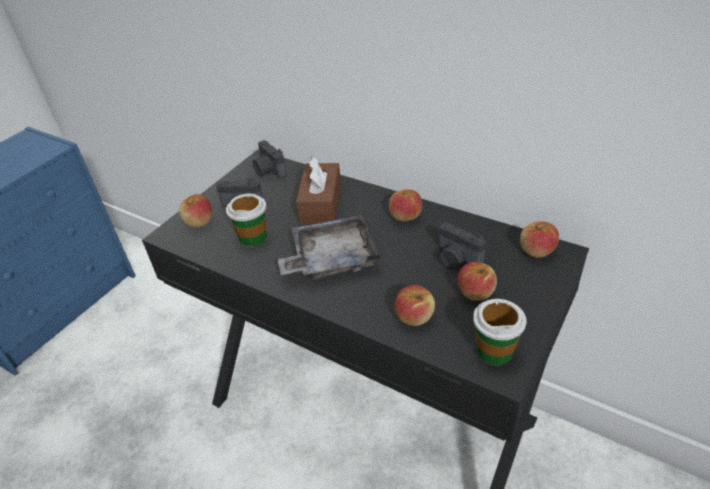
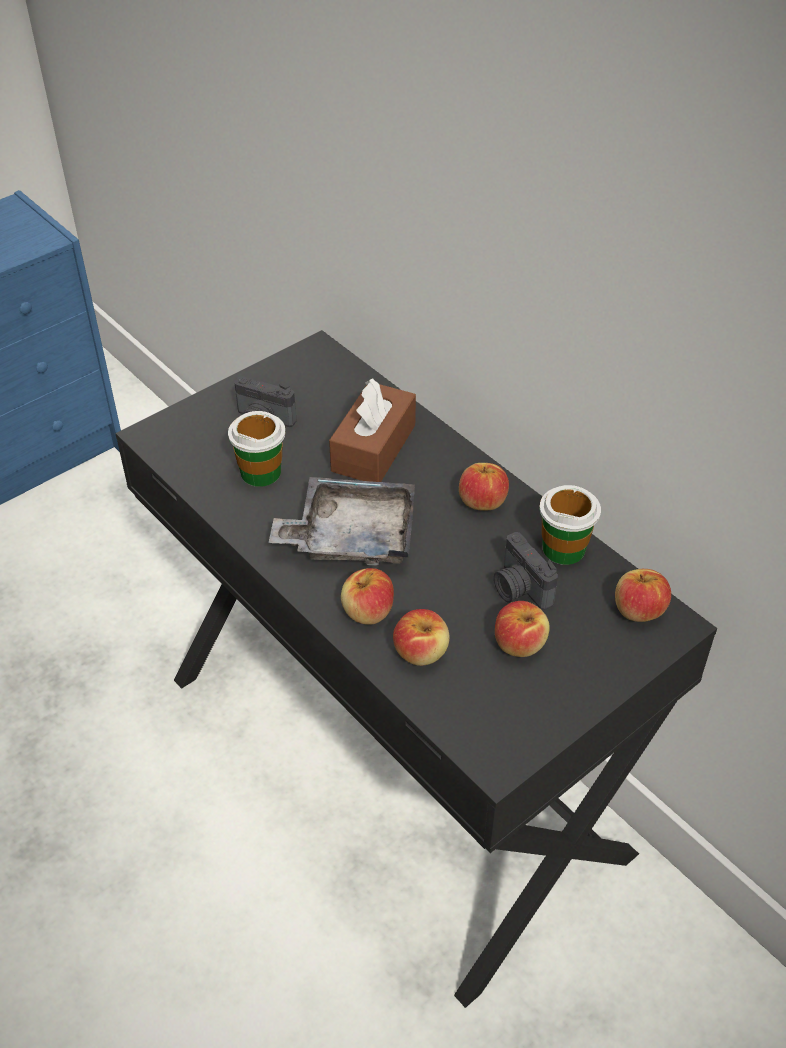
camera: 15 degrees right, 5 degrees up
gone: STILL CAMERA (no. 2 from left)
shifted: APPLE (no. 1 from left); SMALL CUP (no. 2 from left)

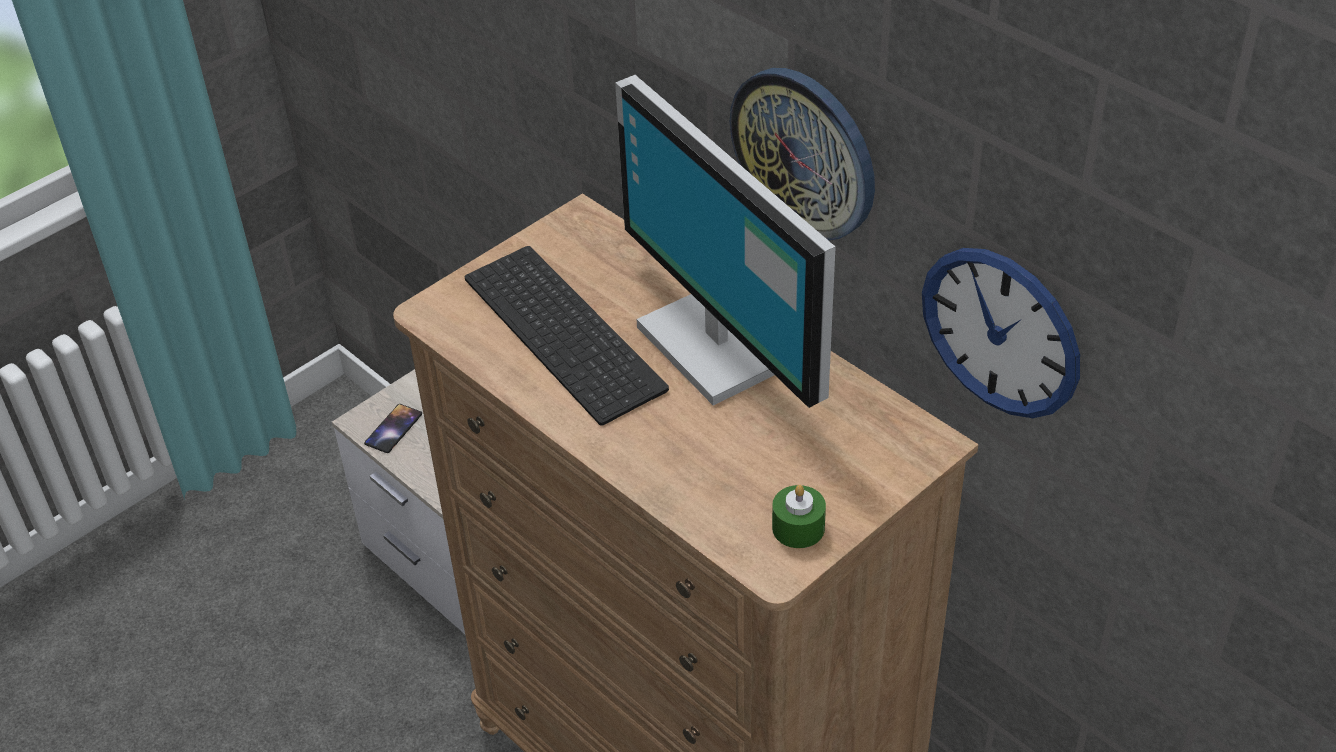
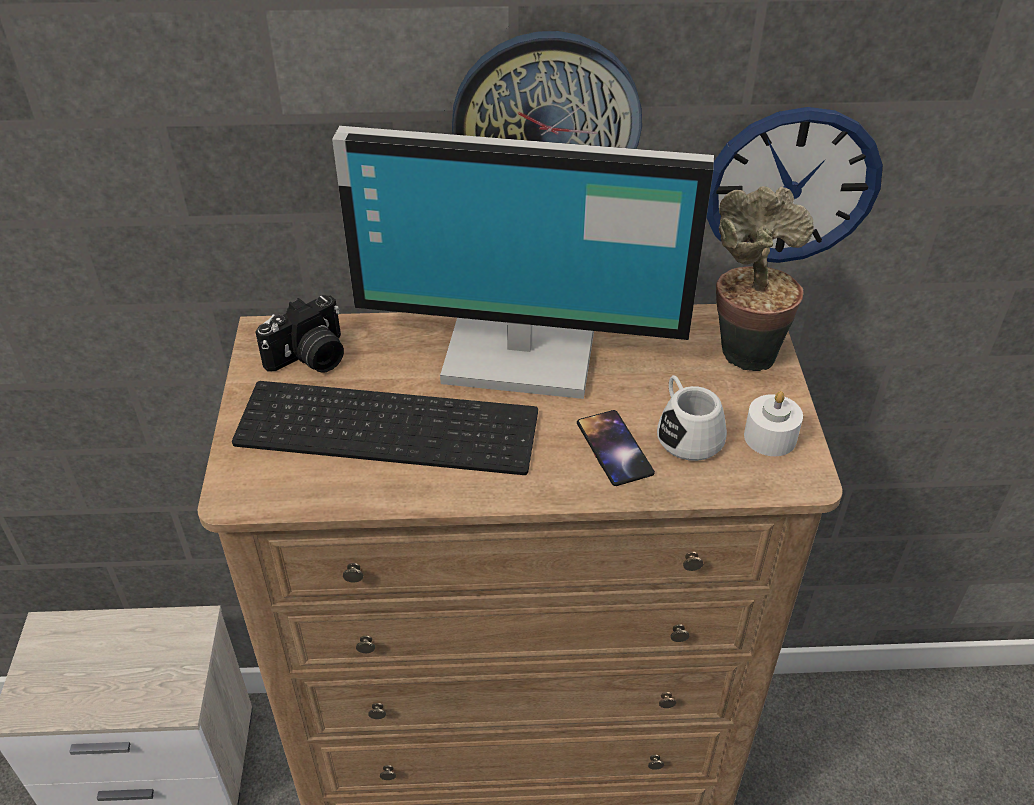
camera: 50 degrees left, 0 degrees up
new: STILL CAMERA; WHITISH COFFEE MUG; POTTED PLANT
shifted: TELEPHONE
repainted: GREEN-COLOURED WAX LIGHT to WHITISH WAX LIGHT

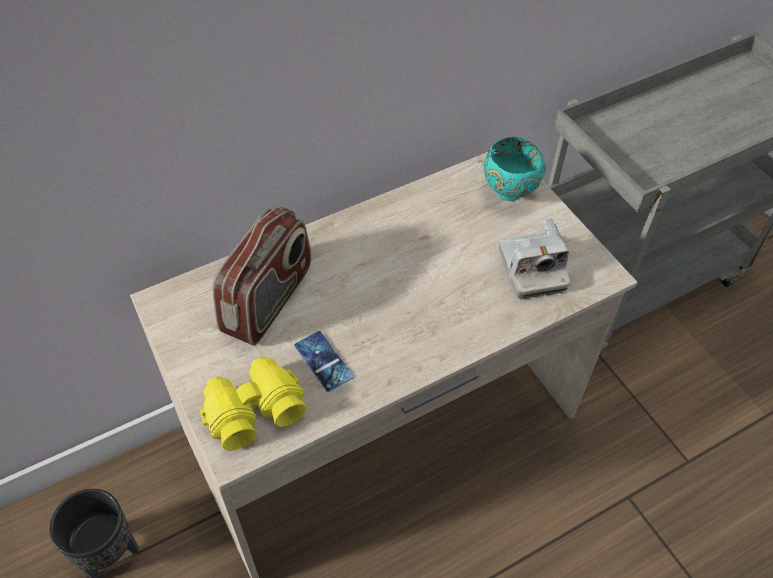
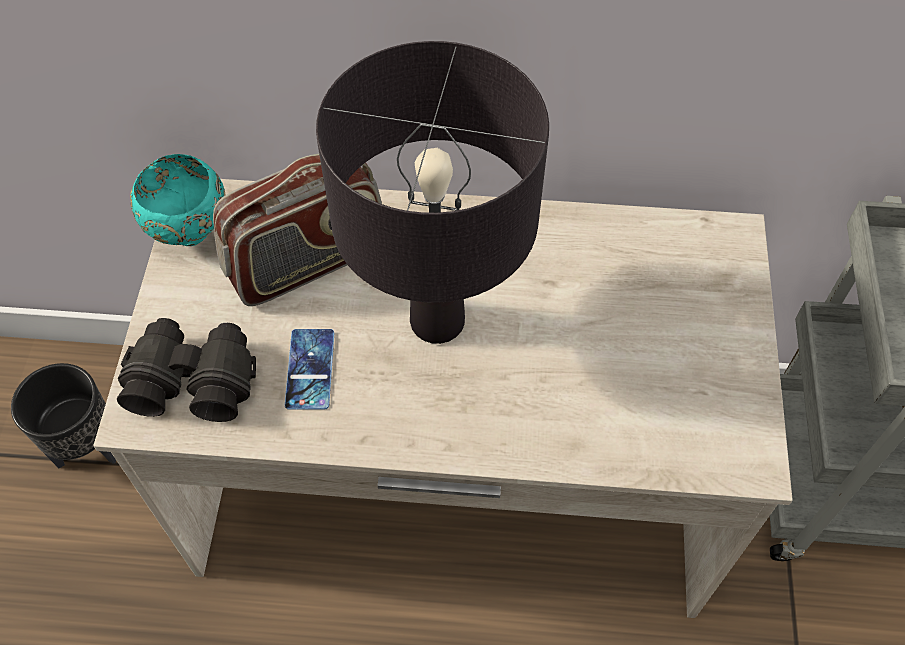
camera: 35 degrees right, 5 degrees up
gone: STILL CAMERA
new: BLACK TABLE LAMP
shifted: BLUE-GREEN SERVING BOWL
repainted: YELLOWISH PAIR OF BINOCULARS to BLACK PAIR OF BINOCULARS

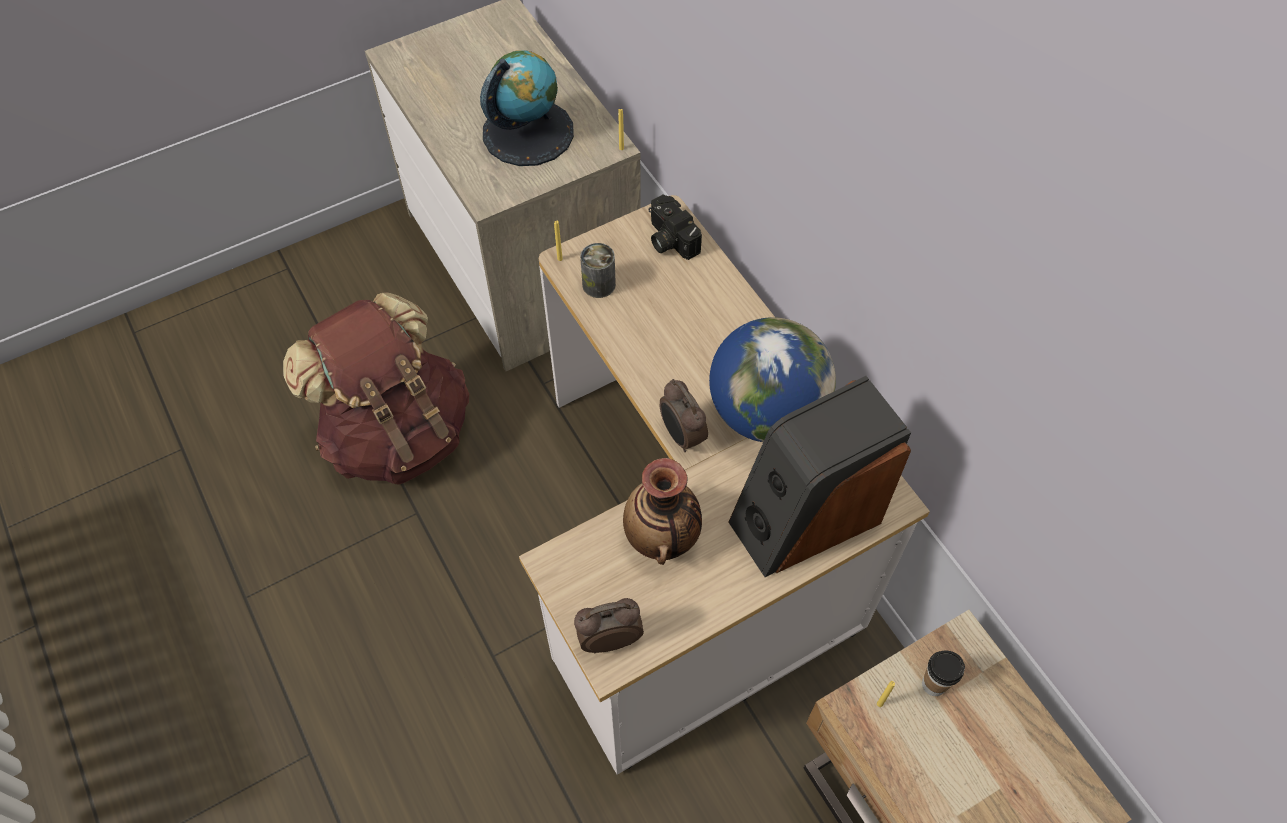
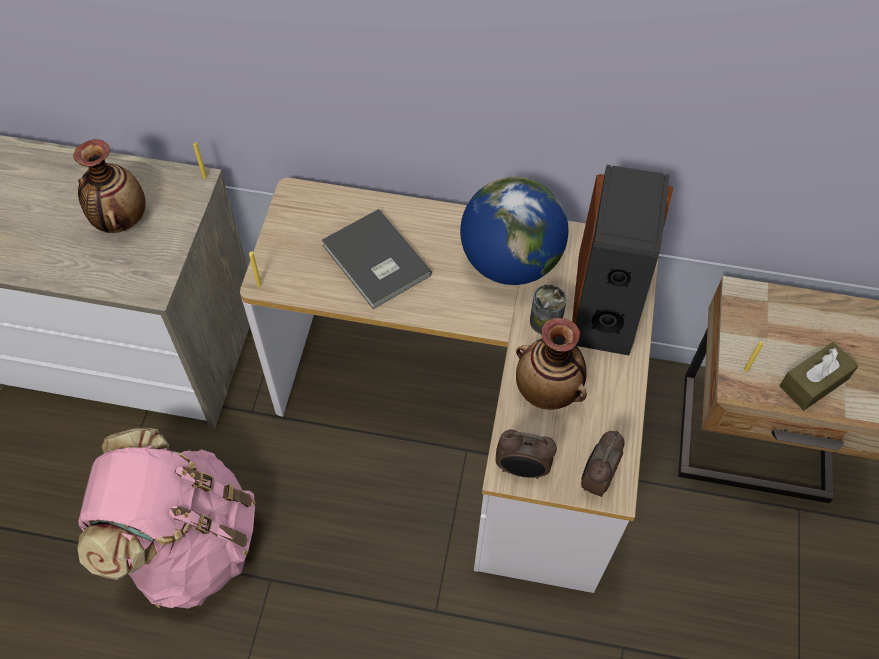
camera: 50 degrees left, 0 degrees up
gone: STILL CAMERA; SMALL CUP
new: GREYISH BOOK; BROWNISH BOX OF TISSUES
shifted: CAN; BEDSIDE CLOCK (no. 2 from left in the first image) to BEDSIDE CLOCK (no. 1 from left)
swapped: WORLD GLOBE (no. 1 from left) to DECORATIVE VASE (no. 1 from left)
repainted: BROWNISH KNAPSACK to PINK-COLOURED KNAPSACK

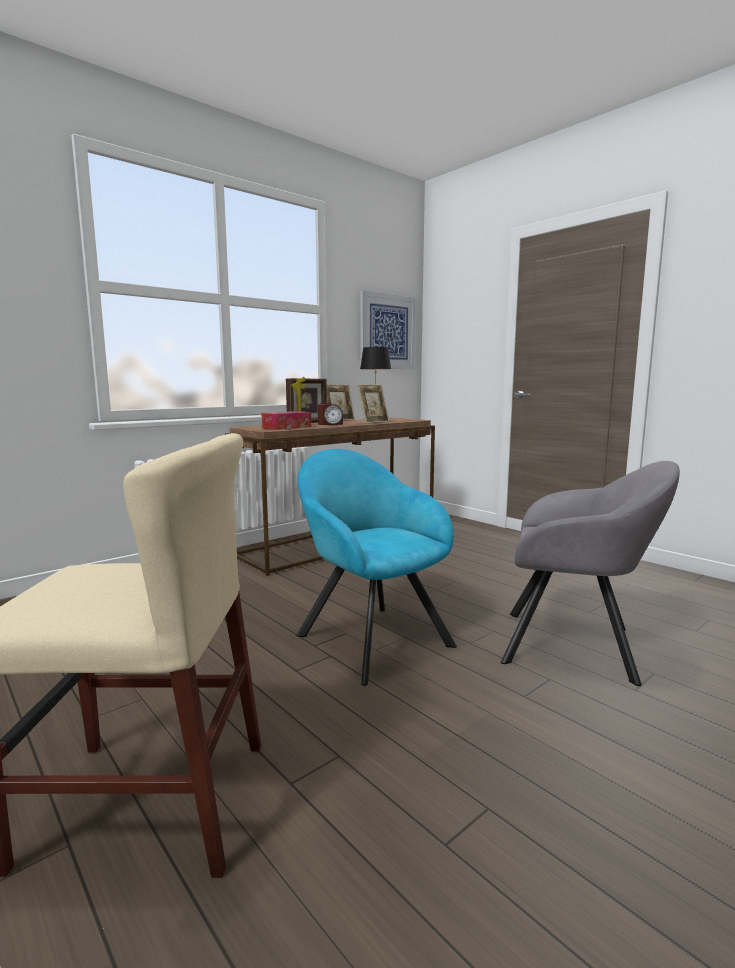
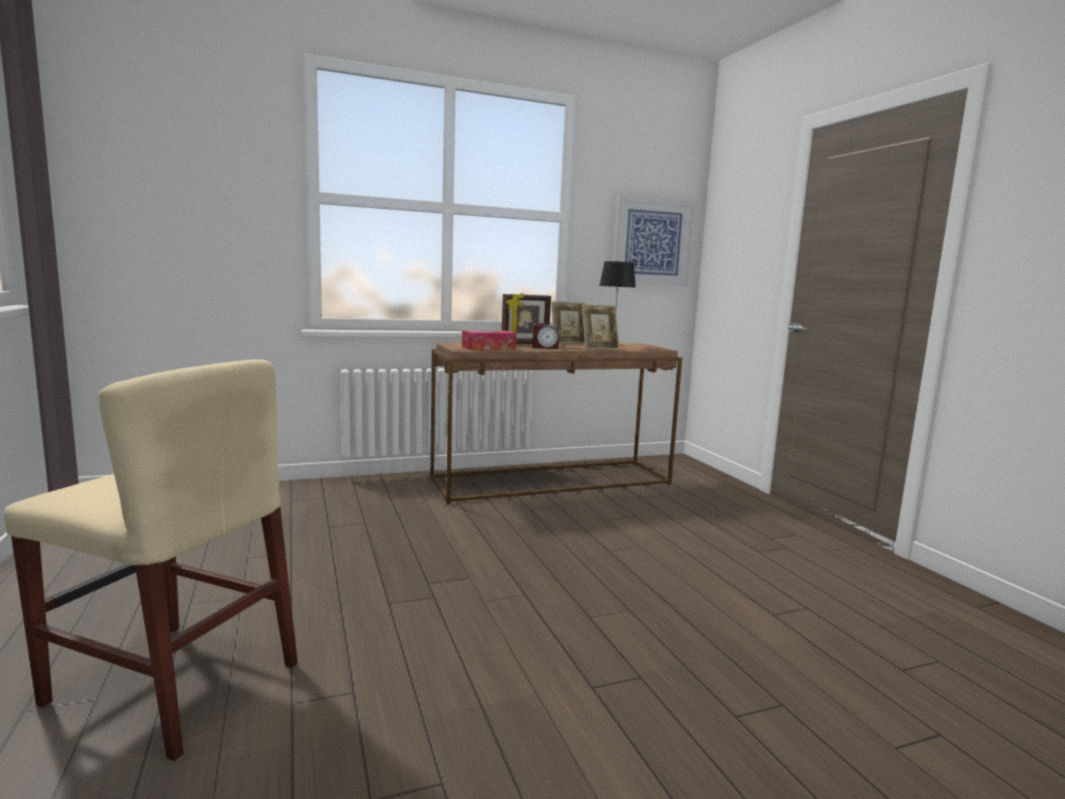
camera: 20 degrees right, 0 degrees up
gone: BLUE-GREEN ARMCHAIR; GREYISH ARMCHAIR

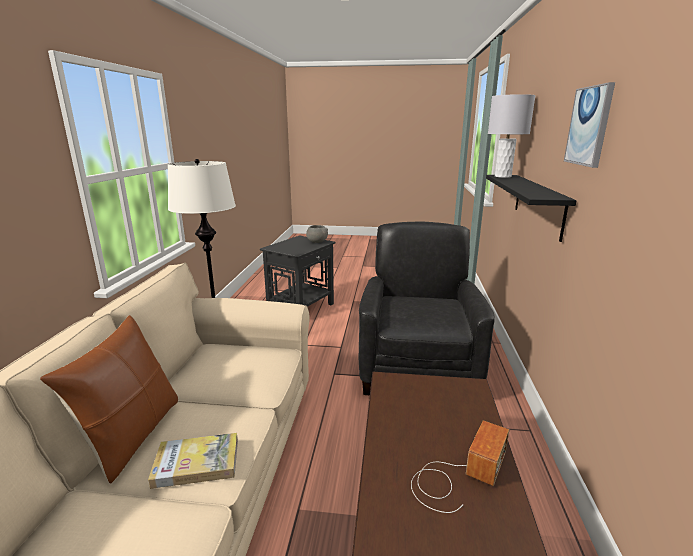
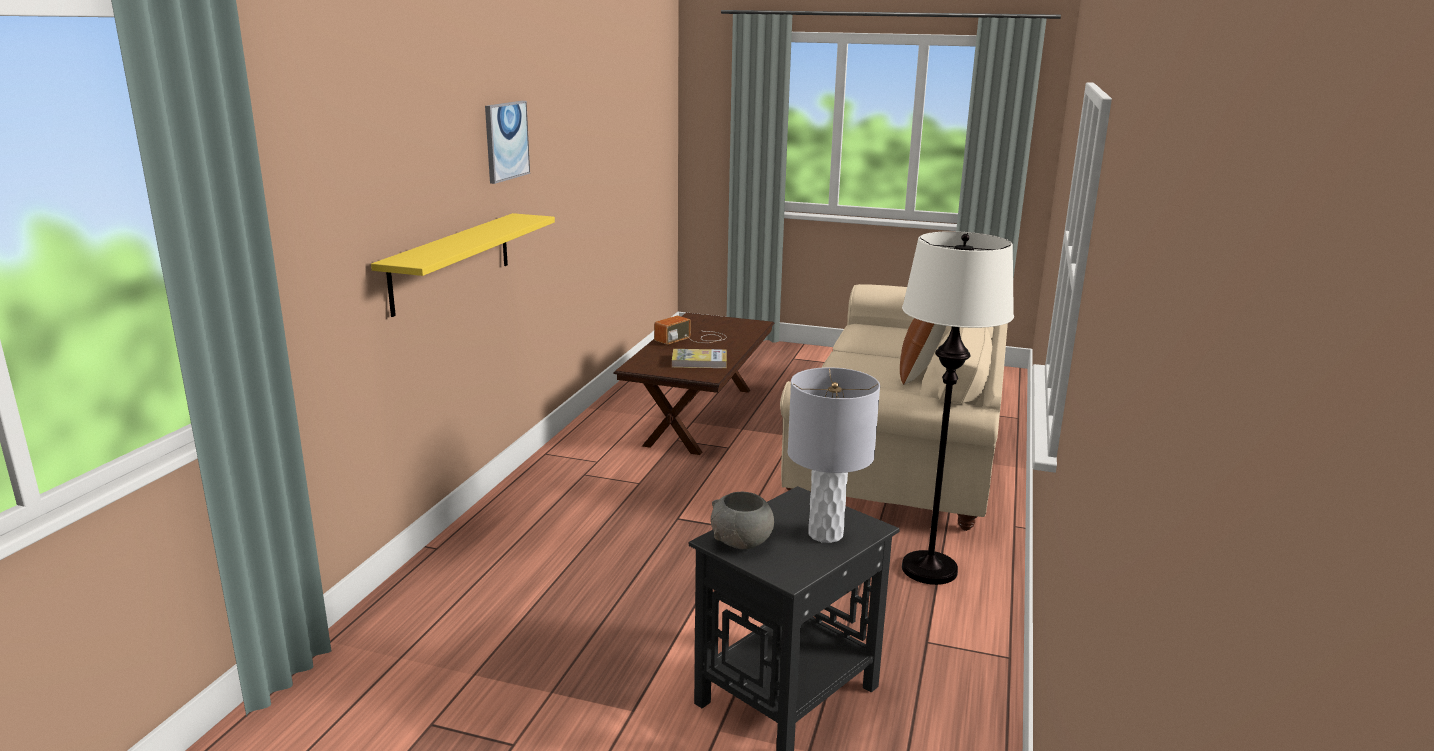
camera: 170 degrees left, 0 degrees up
gone: BLACK ARMCHAIR
shifted: BOOK; GREYISH TABLE LAMP
repainted: BLACK BRACKET SHELF to YELLOWISH BRACKET SHELF

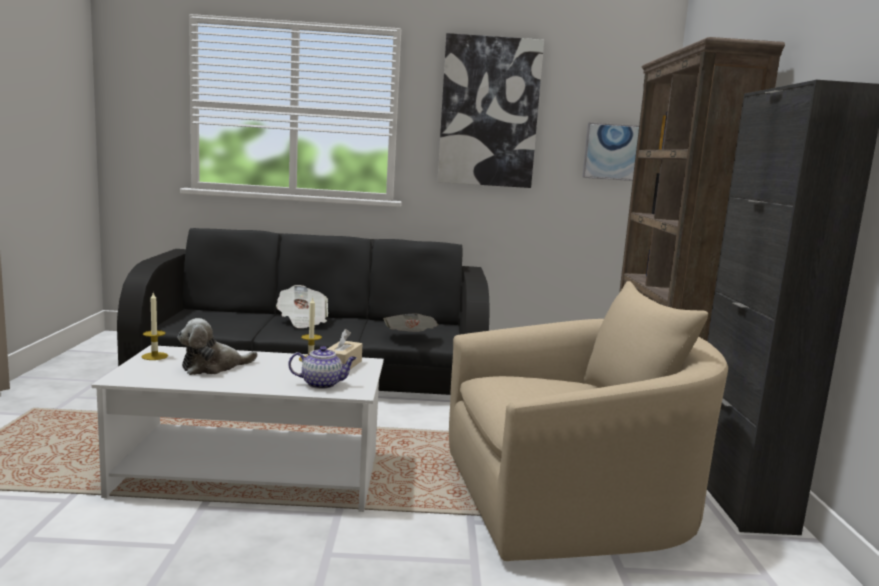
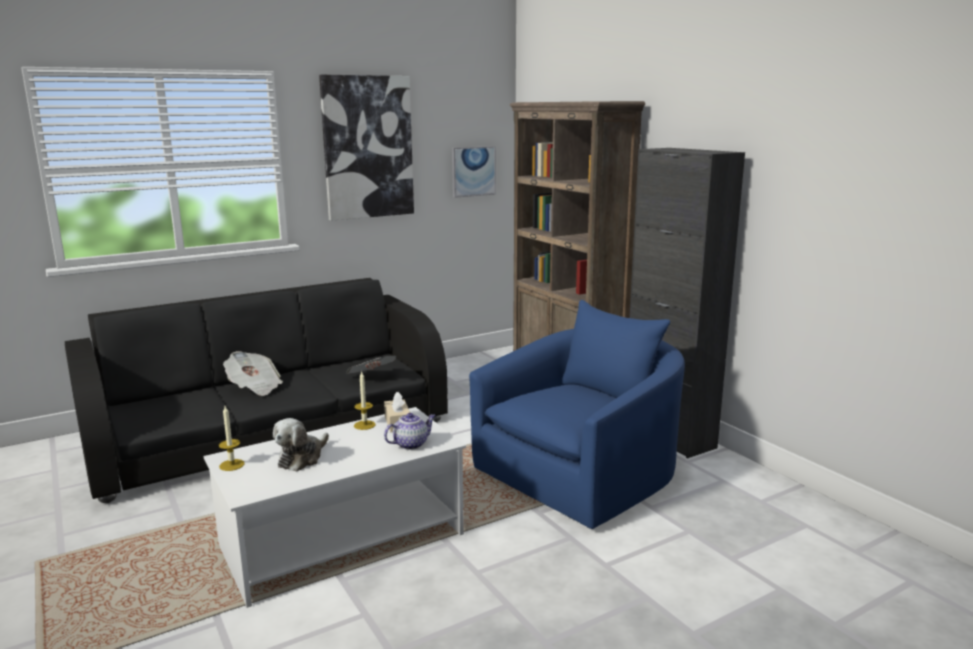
camera: 30 degrees left, 5 degrees up
repainted: SAND-COLOURED ARMCHAIR to BLUISH ARMCHAIR

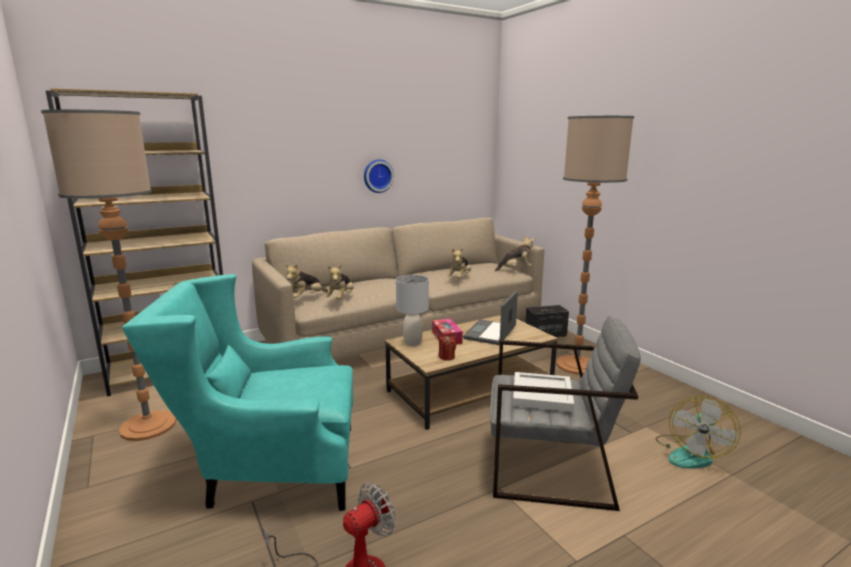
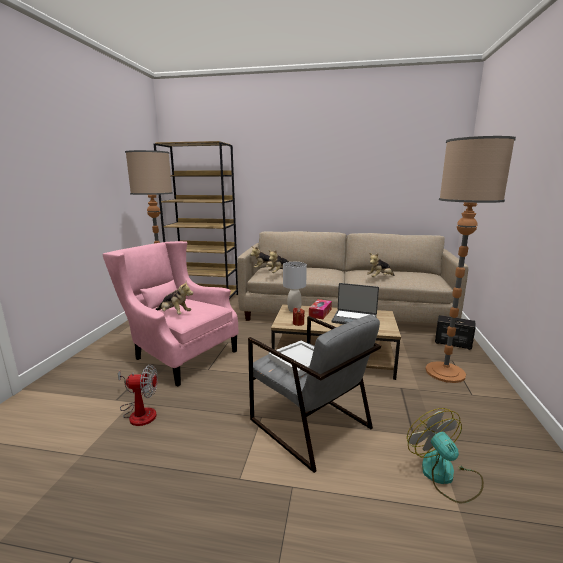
camera: 40 degrees right, 0 degrees up
gone: CLOCK ON THE WALL
shifted: PLUSH TOY (no. 4 from left in the first image) to PLUSH TOY (no. 1 from left)
repainted: BLUE-GREEN ARMCHAIR to PINK-COLOURED ARMCHAIR
rotated: PORTABLE COMPUTER 135 degrees counterclockwise; ELECTRIC FAN (no. 2 from left) 90 degrees clockwise

